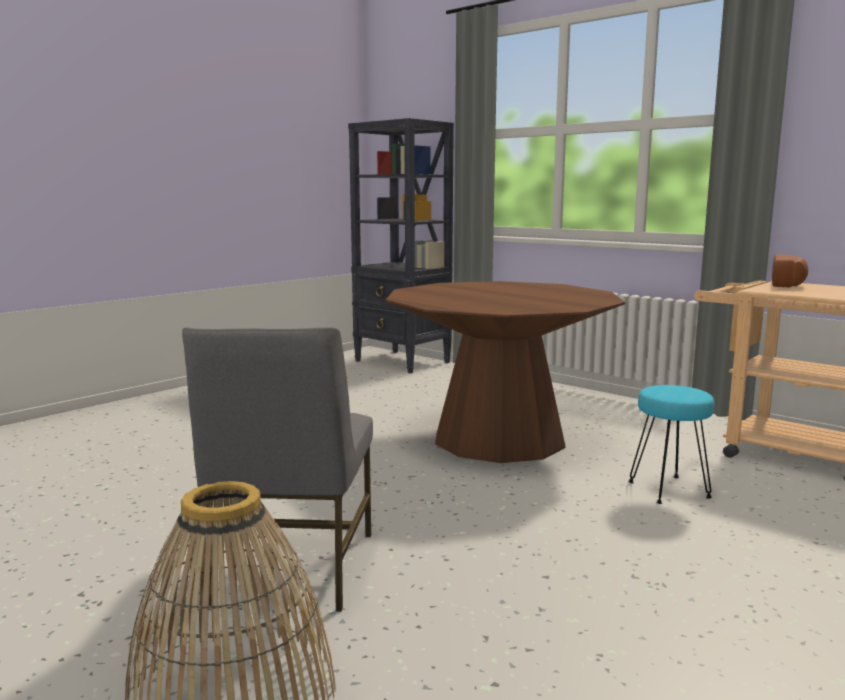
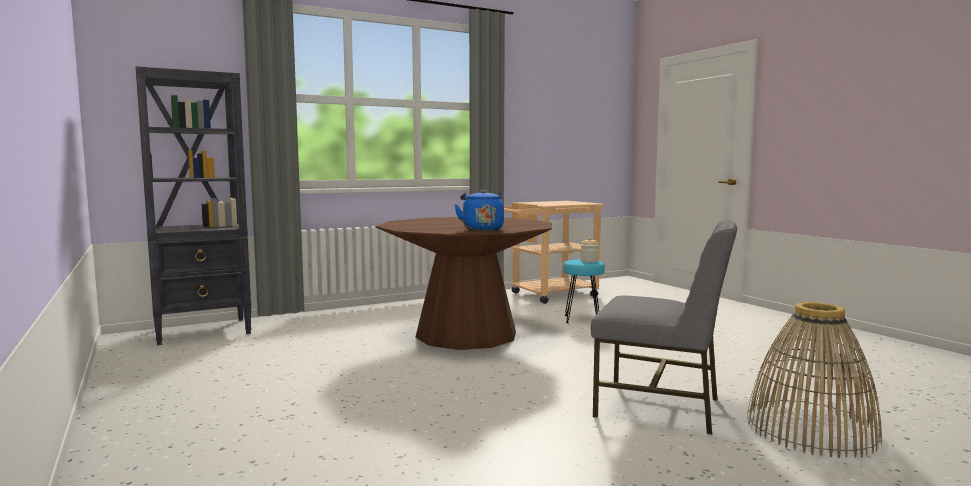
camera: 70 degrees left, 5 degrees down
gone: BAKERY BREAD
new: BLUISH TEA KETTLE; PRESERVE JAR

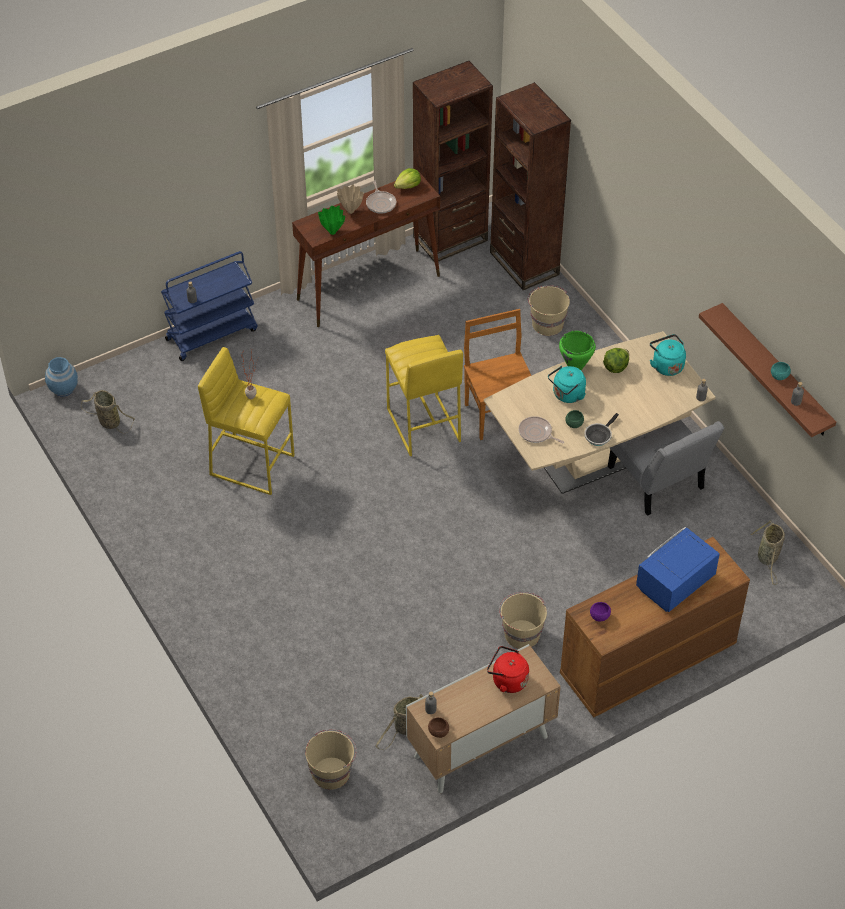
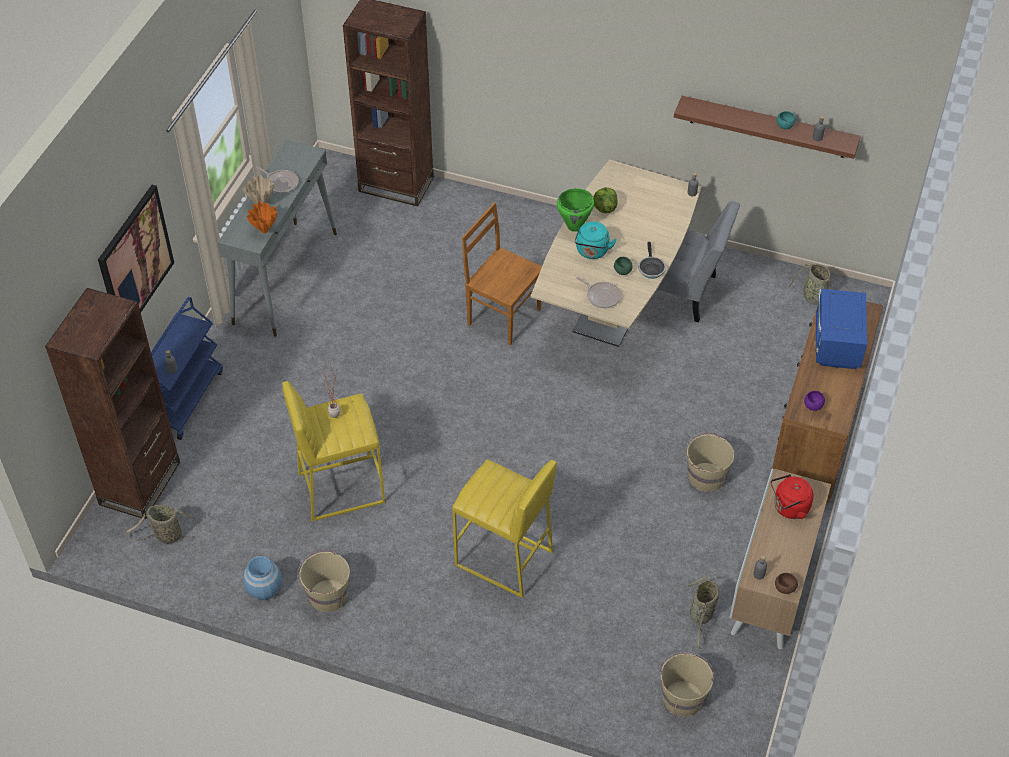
camera: 40 degrees left, 0 degrees up
gone: LETTUCE HEAD (no. 1 from left); BLUE-GREEN TEA KETTLE (no. 2 from left)
new: PICTURE
shifted: BLUISH DECORATIVE VASE; YELLOWISH STOOL (no. 2 from left); BROWNISH BOOKCASE (no. 1 from left); SAND-COLOURED BUCKET (no. 3 from left in the first image) to SAND-COLOURED BUCKET (no. 1 from left)
repainted: BROWNISH CONSOLE TABLE to GREYISH CONSOLE TABLE; GREEN-COLOURED DECORATIVE VASE to ORANGE DECORATIVE VASE
rotated: SKILLET (no. 2 from left) 135 degrees counterclockwise

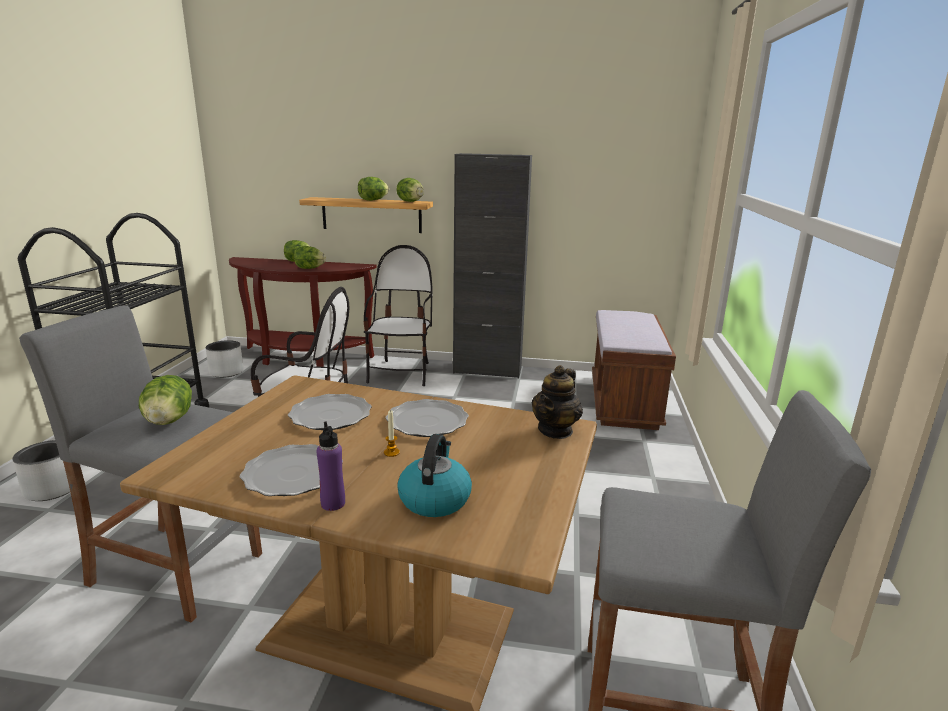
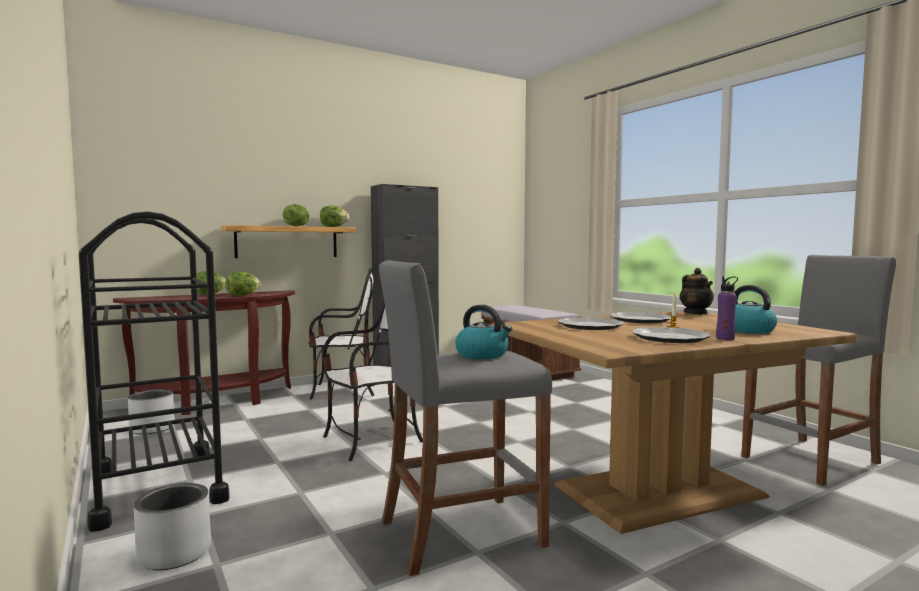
camera: 40 degrees left, 15 degrees down
swapped: LETTUCE HEAD (no. 1 from left) to TEA KETTLE (no. 1 from left)
rotated: PLAIN CHAIR (no. 2 from left in the first image) 120 degrees clockwise

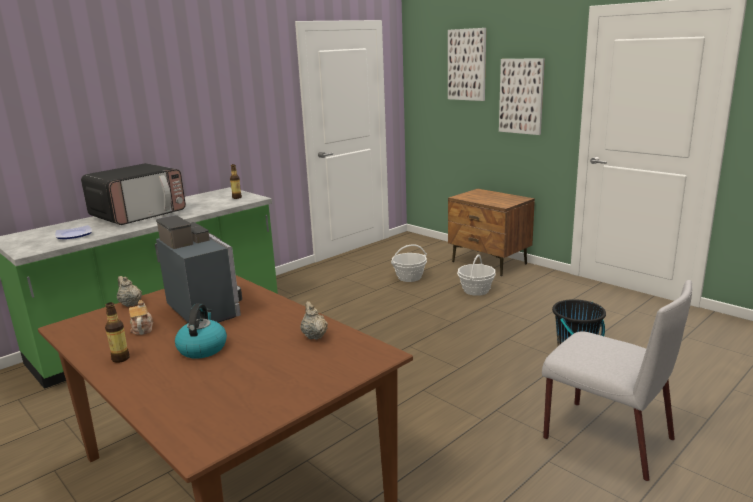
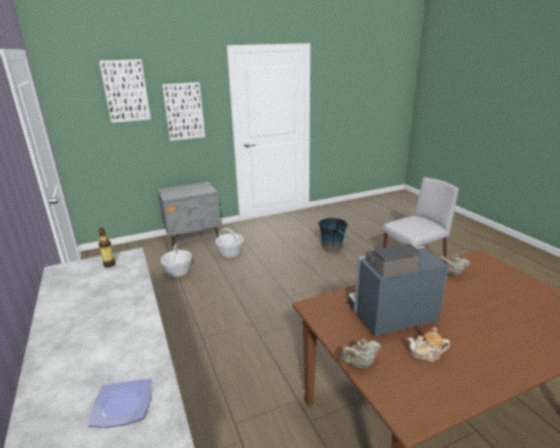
camera: 70 degrees left, 5 degrees up
gone: MICROWAVE OVEN; BEVERAGE BOTTLE (no. 1 from left); TEA KETTLE
repainted: BROWNISH NIGHTSTAND to GREYISH NIGHTSTAND

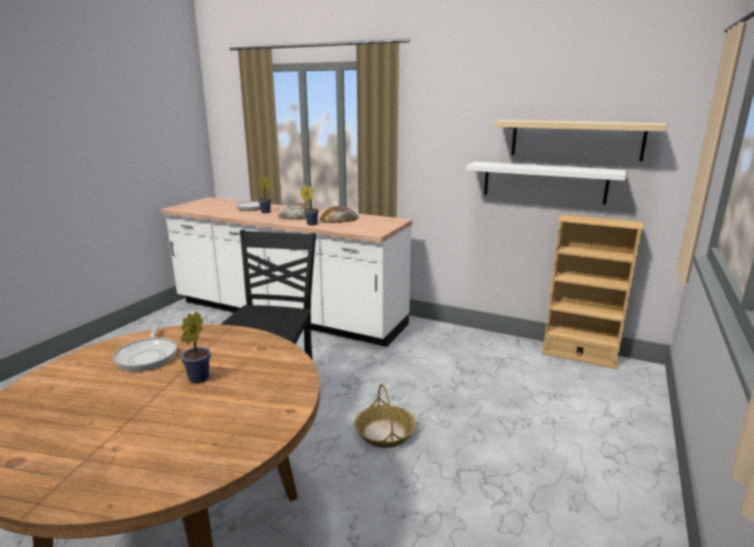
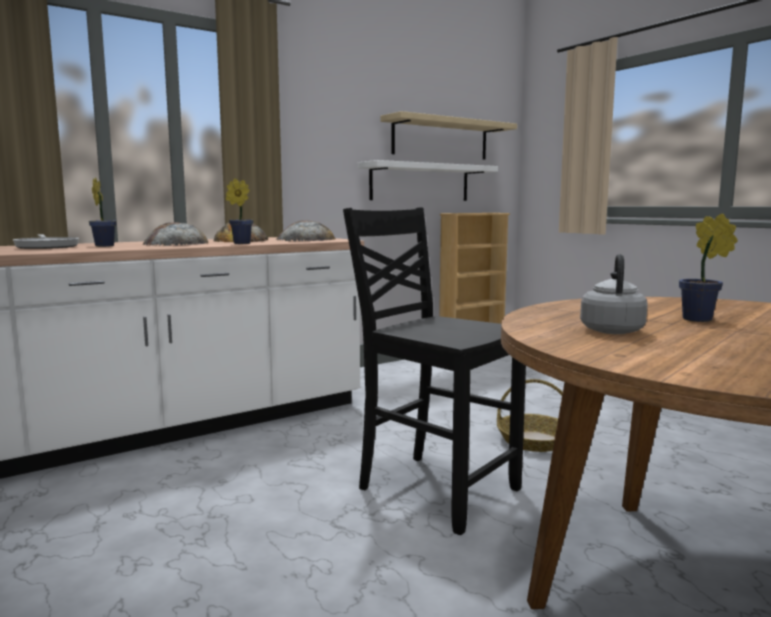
camera: 60 degrees left, 10 degrees down
new: BAKERY BREAD (no. 3 from left)
swapped: SKILLET (no. 1 from left) to GREYISH TEA KETTLE

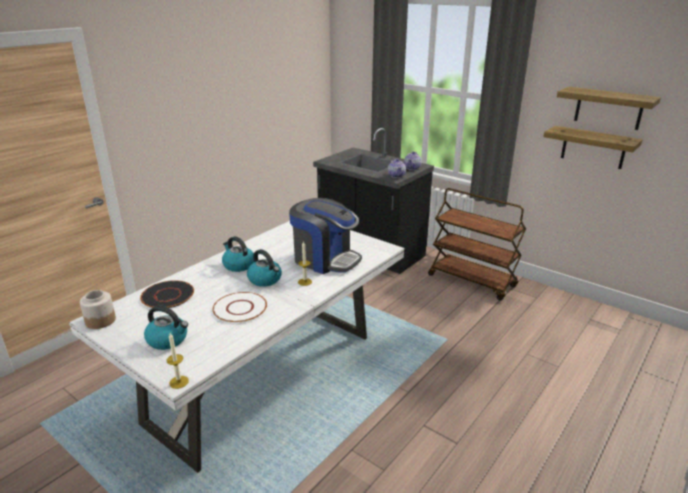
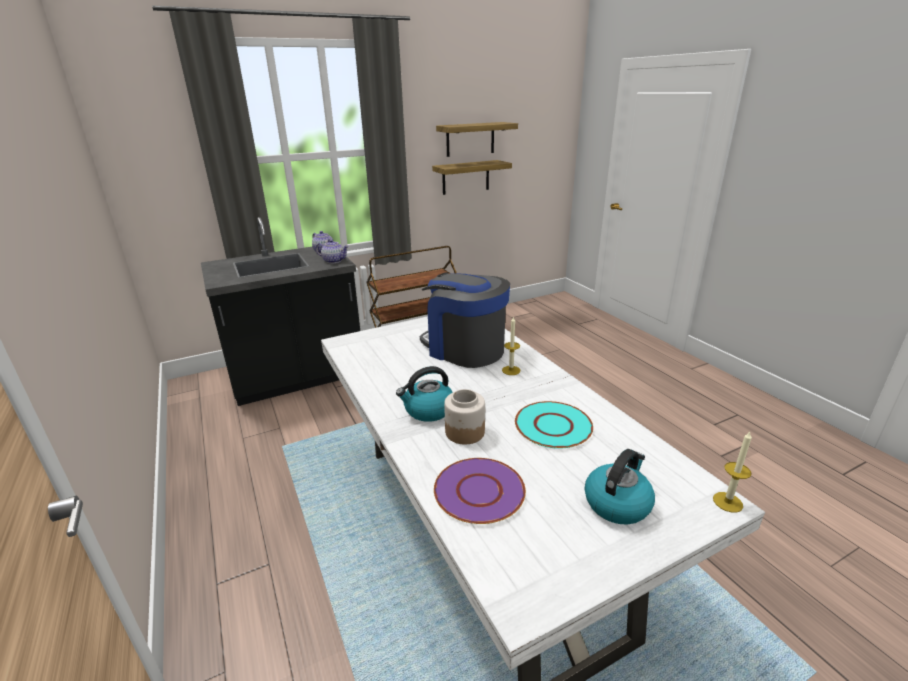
camera: 65 degrees left, 0 degrees up
gone: TEA KETTLE (no. 3 from left)
shifted: PRESERVE JAR
repainted: BLACK FLAT DISH to PURPLE-COLOURED FLAT DISH; WHITISH FLAT DISH to BLUE-GREEN FLAT DISH
rotated: COFFEE MACHINE 105 degrees counterclockwise

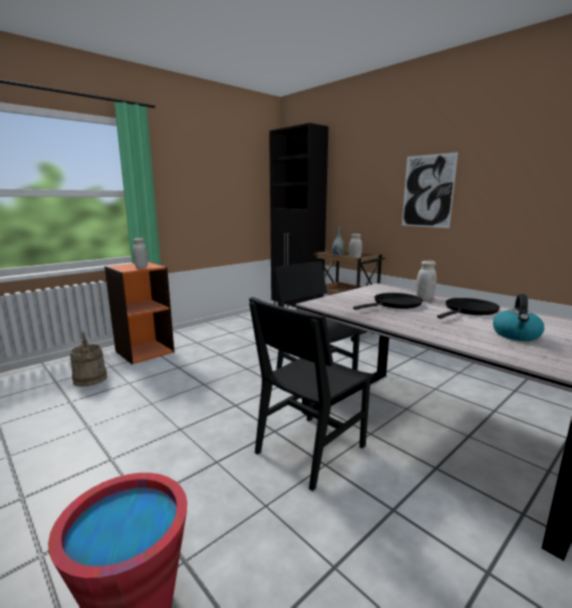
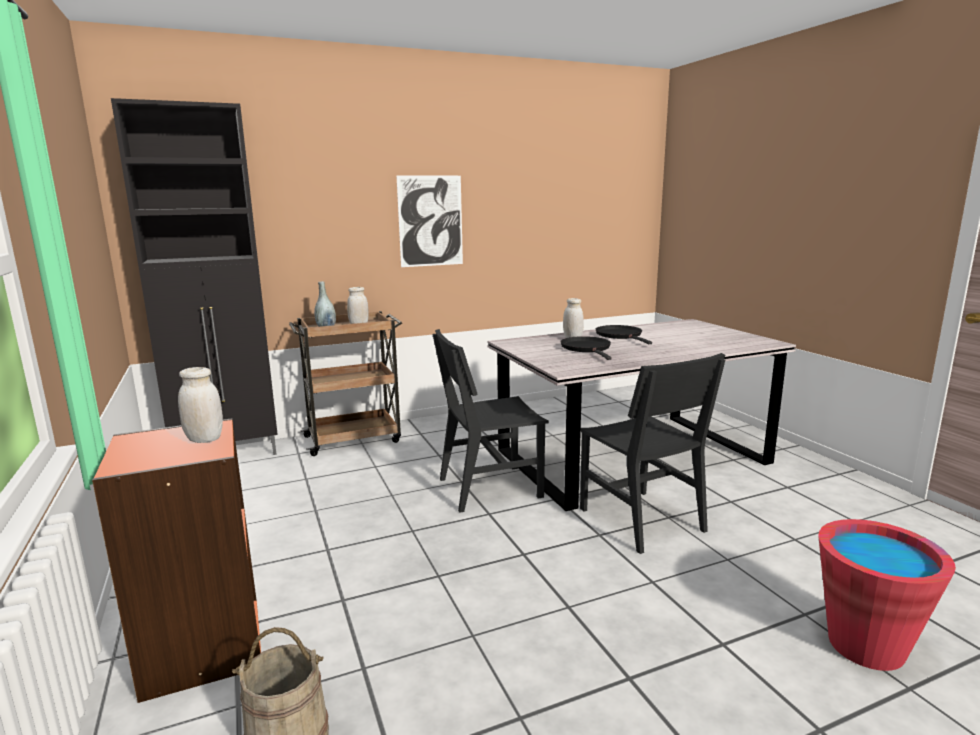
camera: 70 degrees left, 0 degrees up
gone: TEA KETTLE

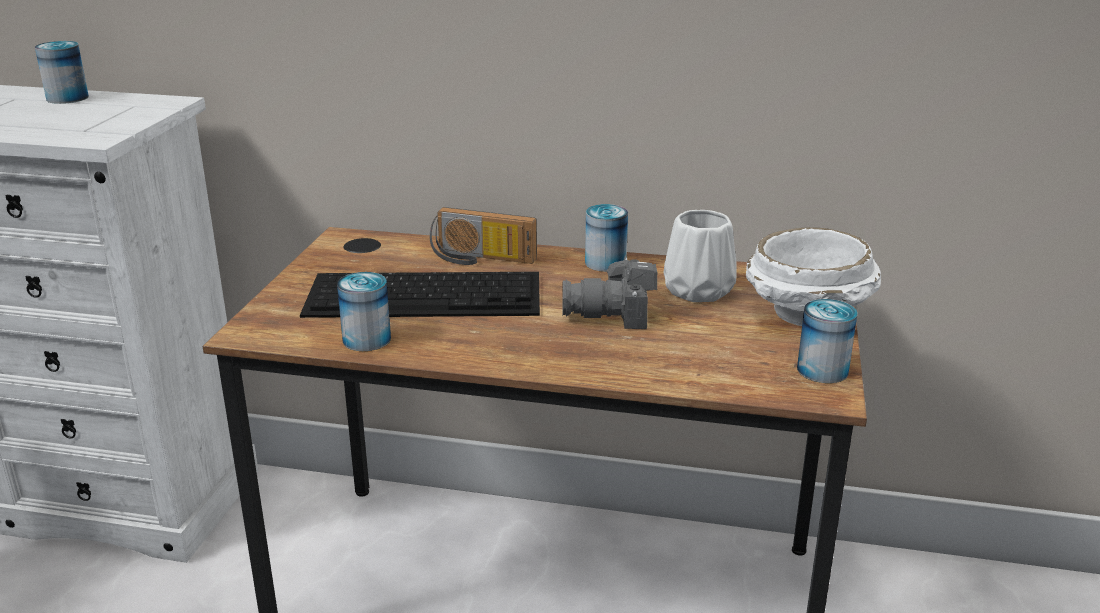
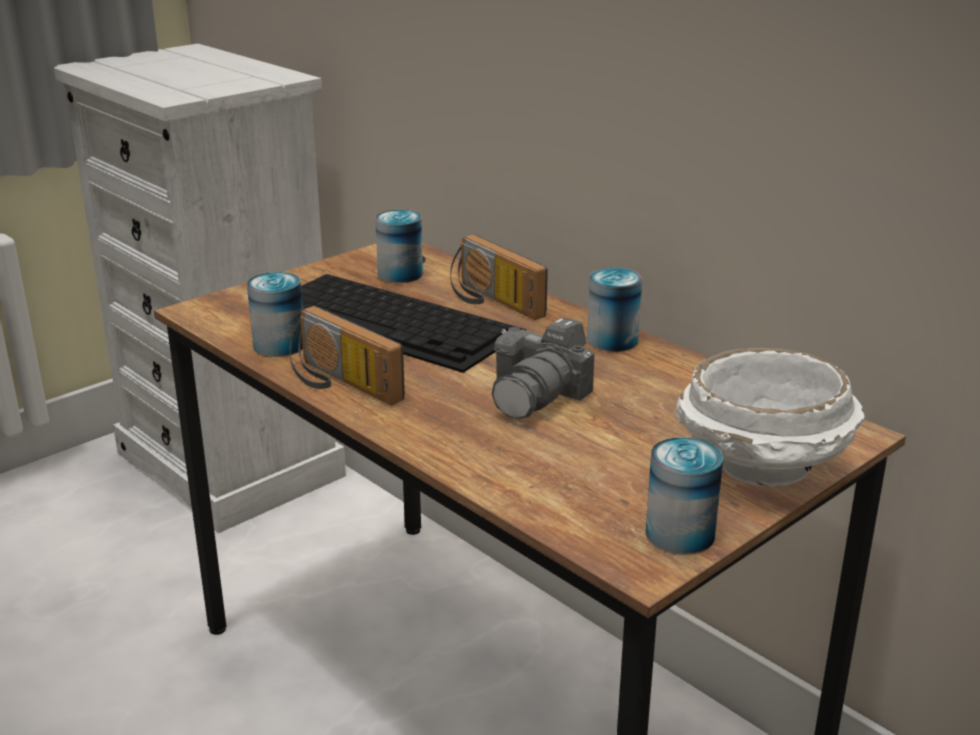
camera: 35 degrees right, 0 degrees up
gone: WHITISH DECORATIVE VASE
new: RADIO (no. 1 from left)
shifted: CAN (no. 1 from left in the first image) to CAN (no. 2 from left)
rotated: STILL CAMERA 90 degrees counterclockwise

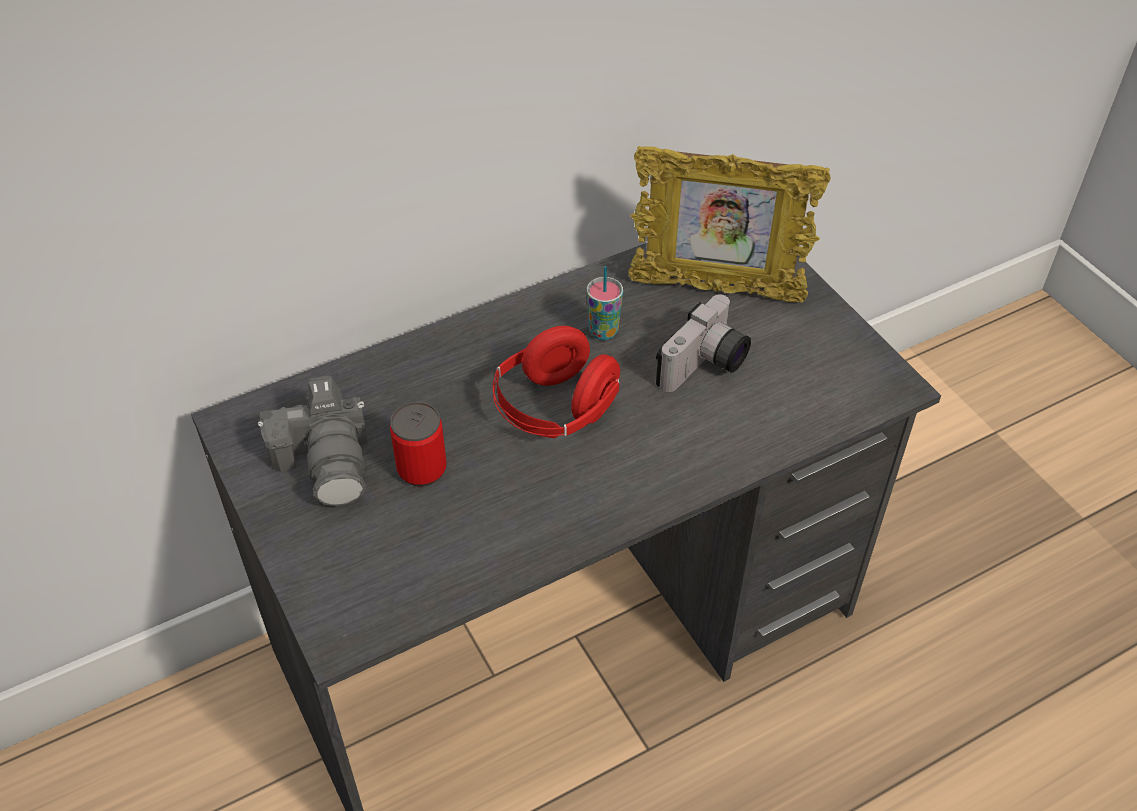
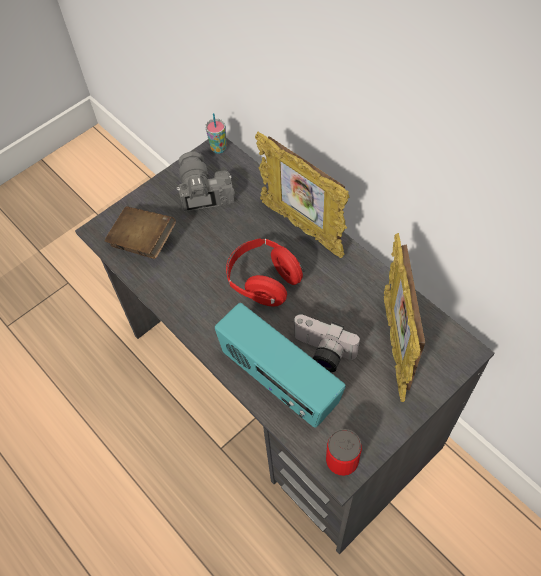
camera: 80 degrees right, 10 degrees up
new: BROWNISH BOOK; RADIO; PHOTO FRAME (no. 1 from left)
shifted: CAN; SMALL CUP
rotated: STILL CAMERA (no. 1 from left) 105 degrees clockwise

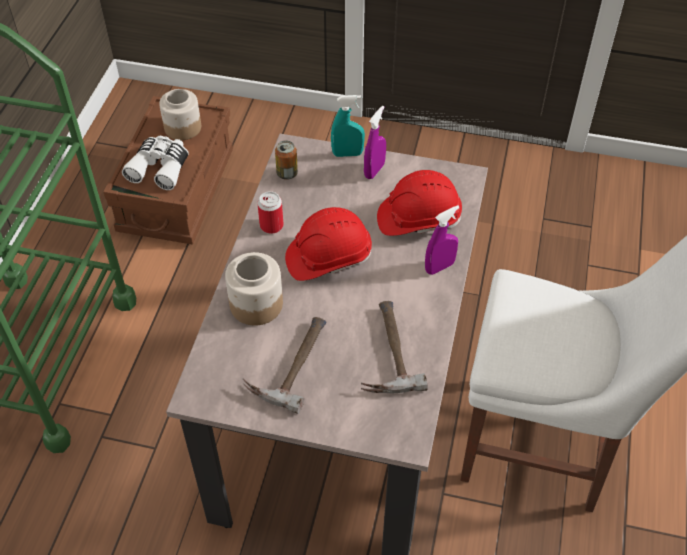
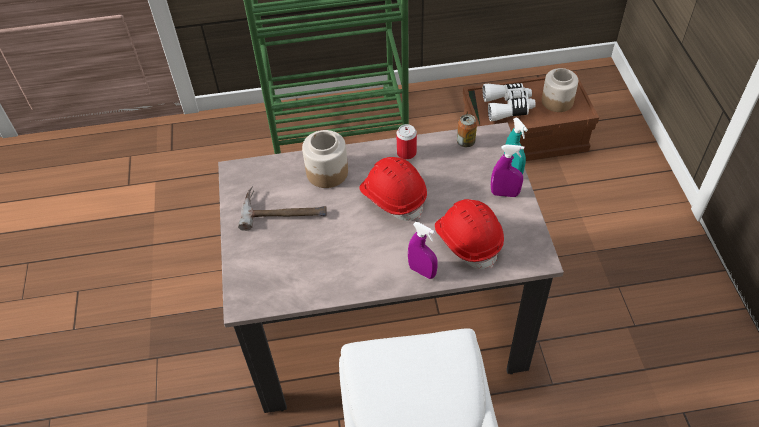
camera: 70 degrees right, 0 degrees up
gone: HAND HAMMER (no. 2 from left)

